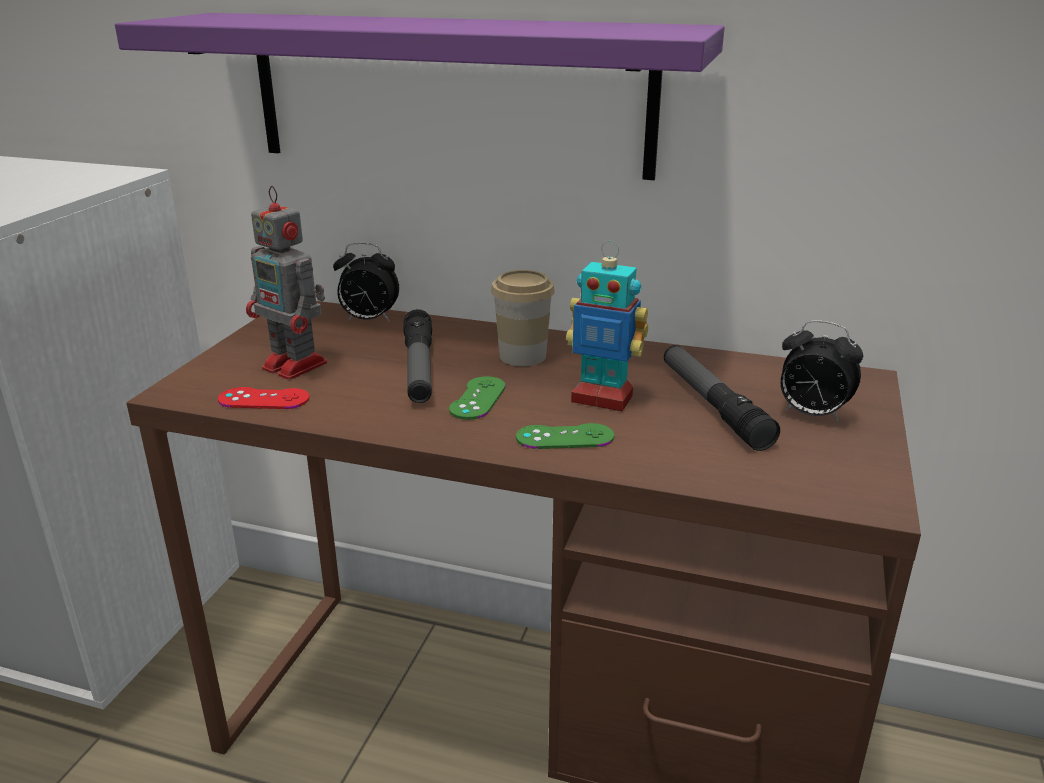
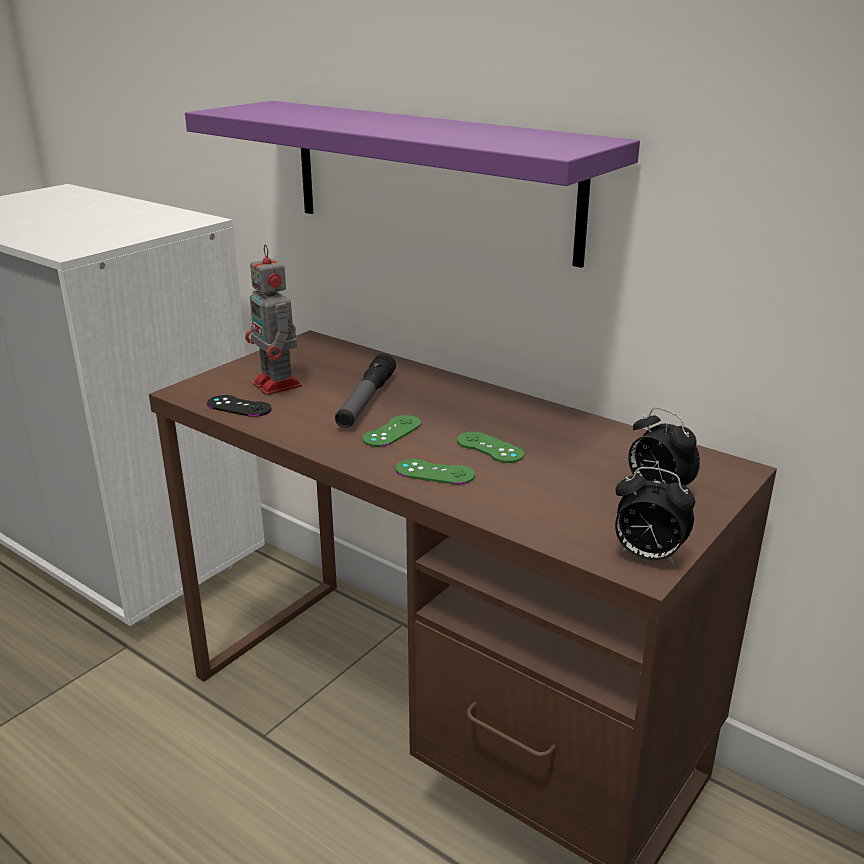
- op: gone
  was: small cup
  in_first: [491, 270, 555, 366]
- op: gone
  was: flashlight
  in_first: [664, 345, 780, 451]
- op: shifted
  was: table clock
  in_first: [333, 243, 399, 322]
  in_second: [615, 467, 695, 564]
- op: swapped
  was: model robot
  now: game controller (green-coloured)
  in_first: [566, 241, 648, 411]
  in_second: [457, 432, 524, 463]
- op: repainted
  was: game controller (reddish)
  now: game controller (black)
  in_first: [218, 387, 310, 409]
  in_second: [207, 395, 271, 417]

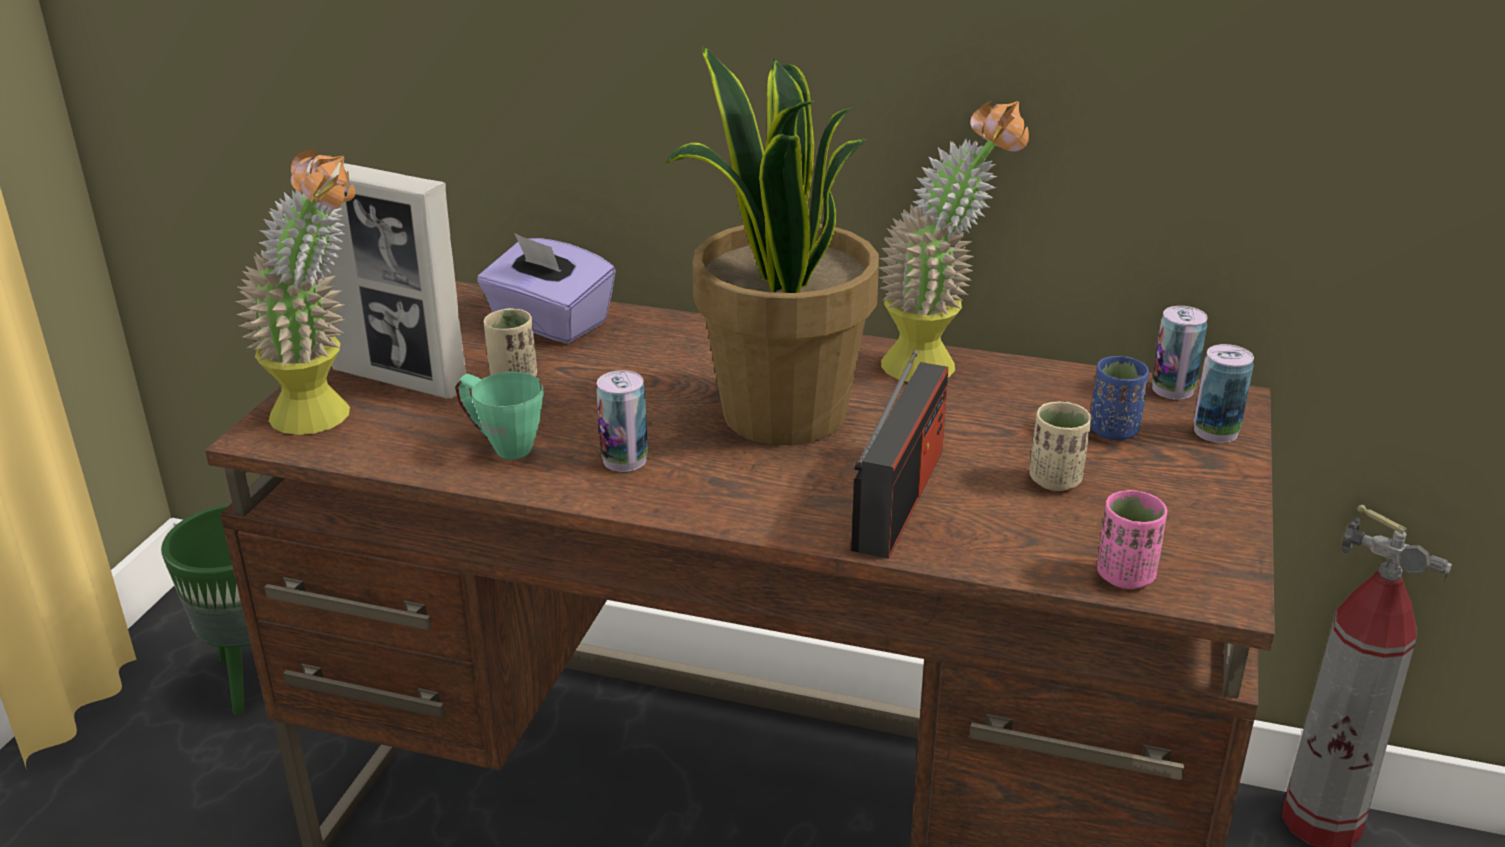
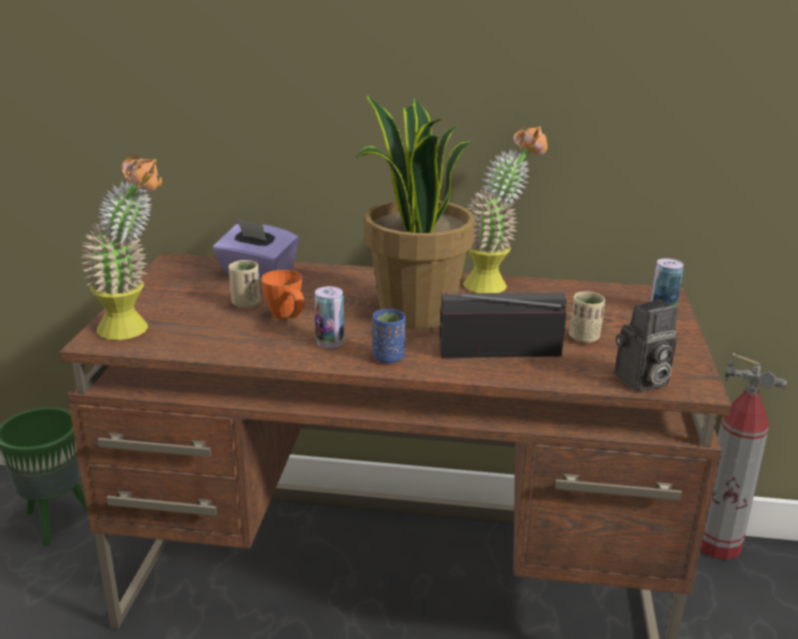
- op: gone
  was: standing frame
  in_first: [302, 159, 467, 399]
- op: gone
  was: coffee mug (green-coloured)
  in_first: [455, 372, 544, 459]
- op: gone
  was: can
  in_first: [1152, 306, 1208, 400]
- op: new
  now: coffee mug (orangey)
  in_second: [261, 270, 304, 320]
- op: shifted
  was: small cup (blue-coloured)
  in_first: [1090, 356, 1149, 441]
  in_second: [372, 309, 406, 363]
- op: swapped
  was: small cup (pink-coloured)
  now: still camera
  in_first: [1097, 490, 1167, 589]
  in_second: [615, 300, 678, 392]
- op: rotated
  was: radio
  in_first: [851, 349, 948, 559]
  in_second: [439, 292, 567, 358]
  clockwise: -105

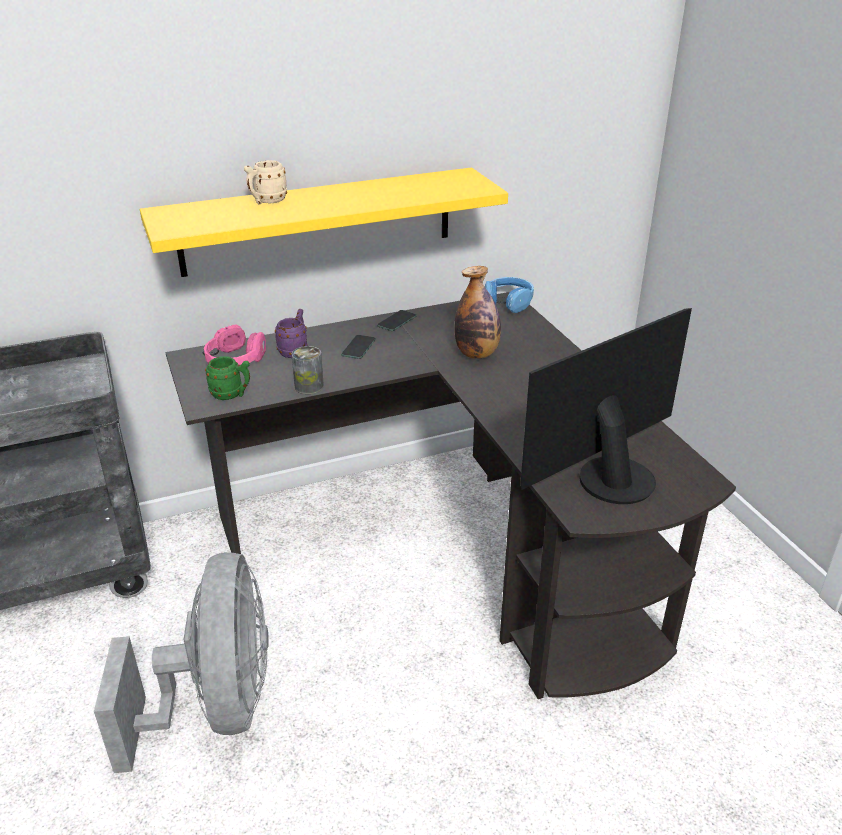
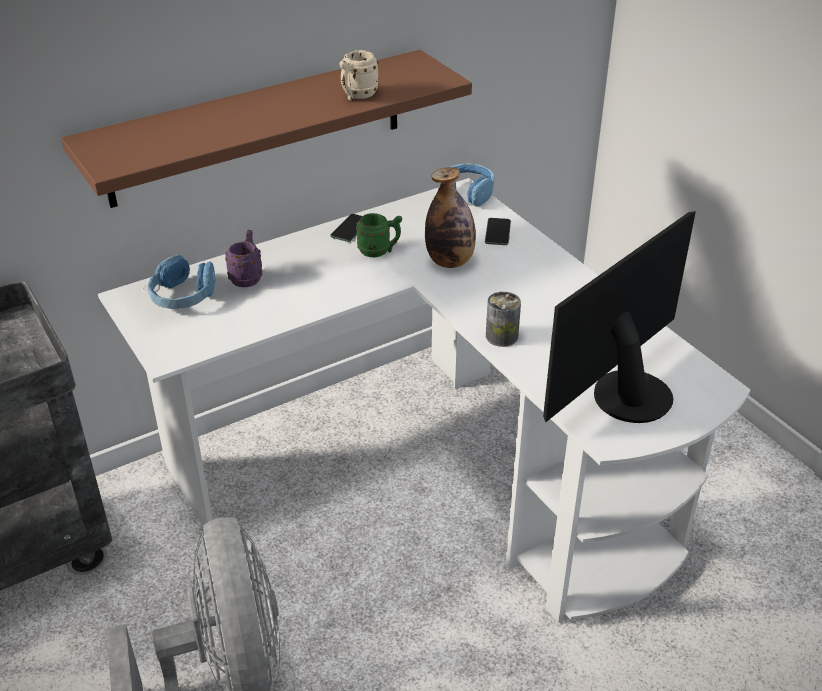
- op: shifted
  was: coffee mug (green-coloured)
  in_first: [205, 356, 250, 400]
  in_second: [356, 213, 402, 257]
- op: shifted
  was: coffee mug (beige)
  in_first: [244, 160, 287, 205]
  in_second: [339, 50, 379, 101]
- op: shifted
  was: can
  in_first: [292, 346, 324, 394]
  in_second: [486, 291, 521, 347]
- op: shifted
  was: handset
  in_first: [341, 335, 376, 359]
  in_second: [485, 218, 511, 245]
- op: repainted
  was: wall shelf (yellowish)
  now: wall shelf (brown-coloured)
  in_first: [140, 167, 508, 277]
  in_second: [61, 50, 472, 208]
- op: repainted
  was: desk (black)
  now: desk (whitish)
  in_first: [165, 292, 736, 699]
  in_second: [98, 178, 750, 623]
- op: repainted
  was: headphones (pink-coloured)
  now: headphones (blue-coloured)
  in_first: [204, 325, 266, 365]
  in_second: [148, 255, 216, 309]

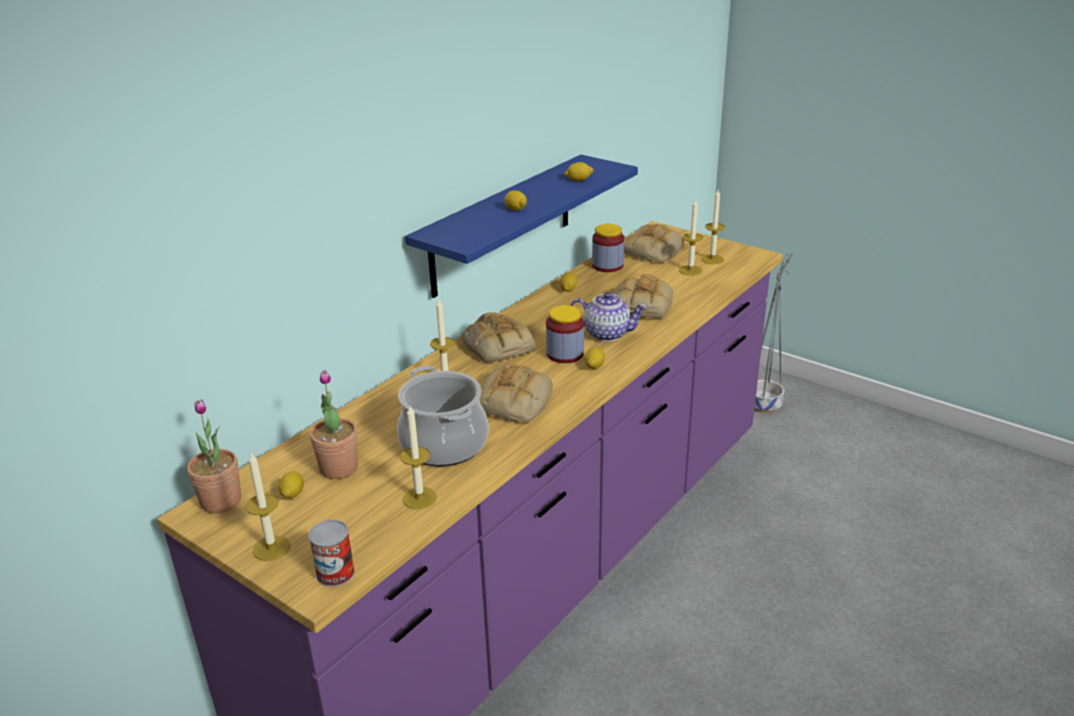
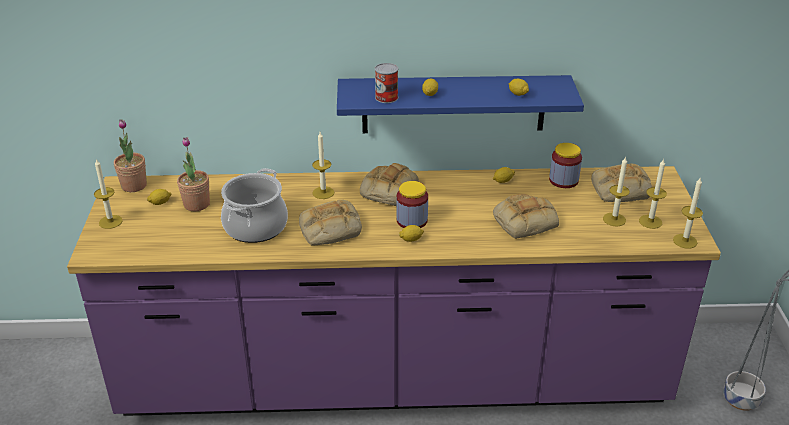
- op: gone
  was: teapot
  in_first: [570, 292, 647, 342]
- op: shifted
  was: can
  in_first: [309, 520, 355, 587]
  in_second: [375, 63, 398, 103]
- op: shifted
  was: wax light
  in_first: [400, 404, 437, 509]
  in_second: [673, 177, 703, 249]

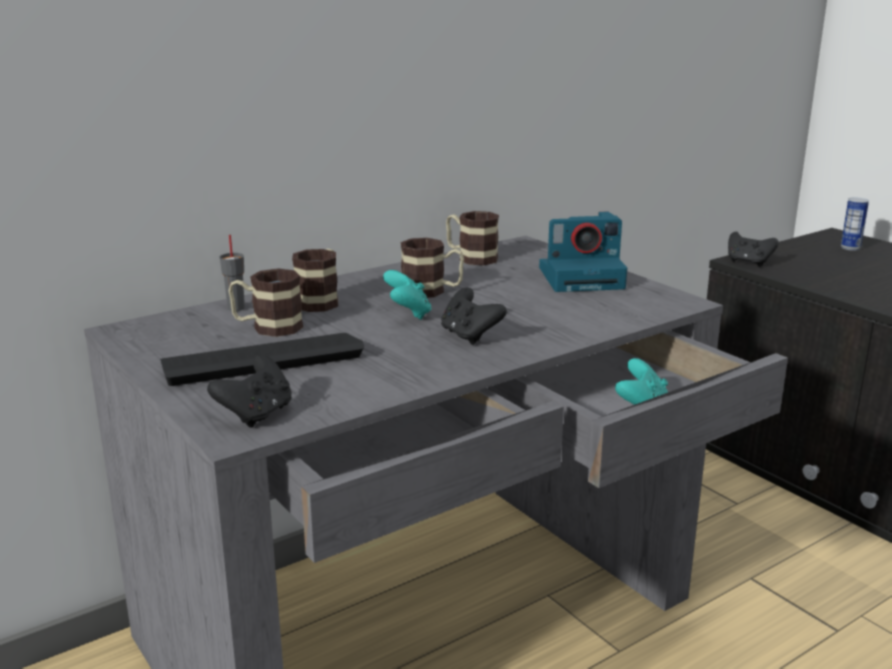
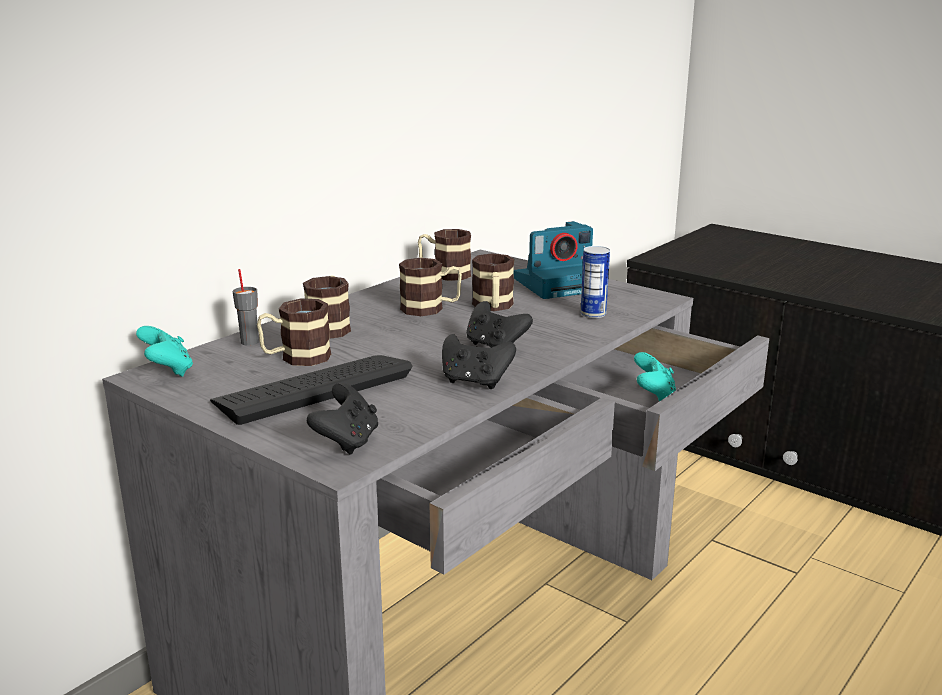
- op: new
  now: coffee mug
  in_second: [472, 253, 515, 311]
- op: shifted
  was: game controller (blue-green)
  in_first: [383, 270, 432, 320]
  in_second: [136, 326, 193, 377]
- op: shifted
  was: game controller (black)
  in_first: [728, 232, 779, 267]
  in_second: [442, 334, 516, 389]
- op: shifted
  was: can
  in_first: [841, 198, 869, 251]
  in_second: [581, 246, 610, 318]

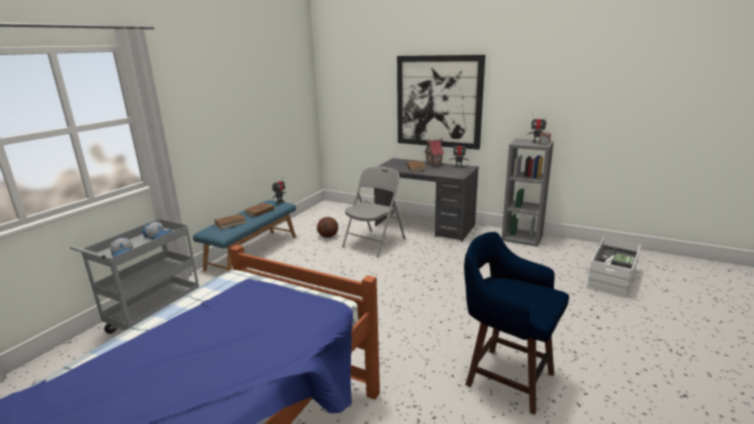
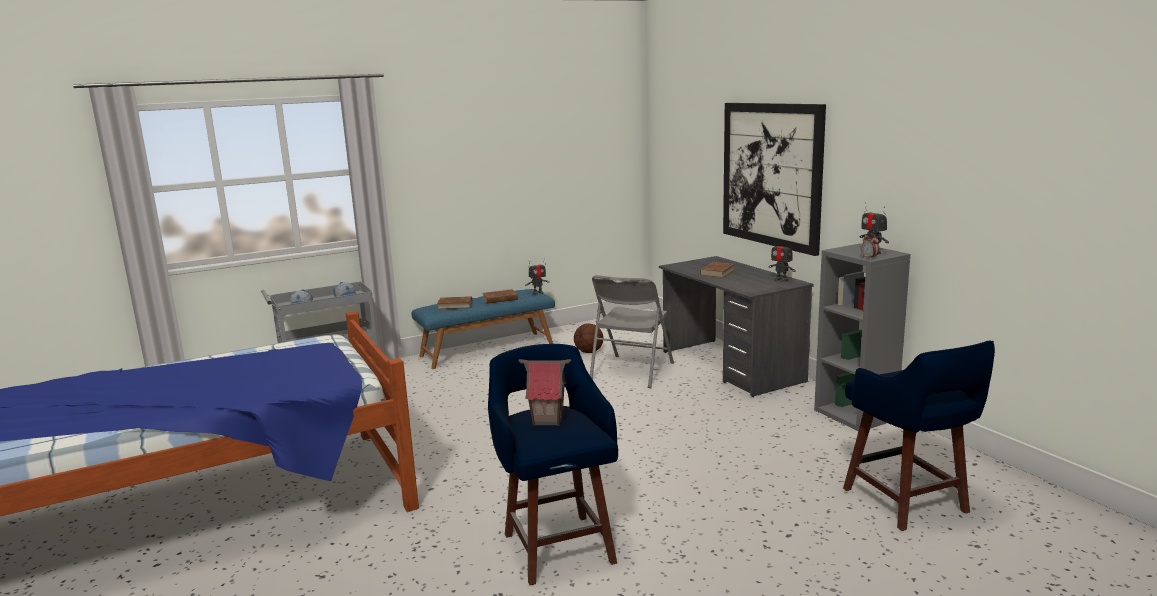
- op: shifted
  was: model house
  in_first: [424, 138, 444, 167]
  in_second: [518, 359, 571, 426]
- op: swapped
  was: storage container (whitish)
  now: sitting stool (blue-coloured)
  in_first: [587, 238, 641, 298]
  in_second: [843, 341, 995, 531]
- op: rotated
  was: chair (gray)
  in_first: [342, 167, 406, 258]
  in_second: [590, 275, 674, 388]
  clockwise: 135

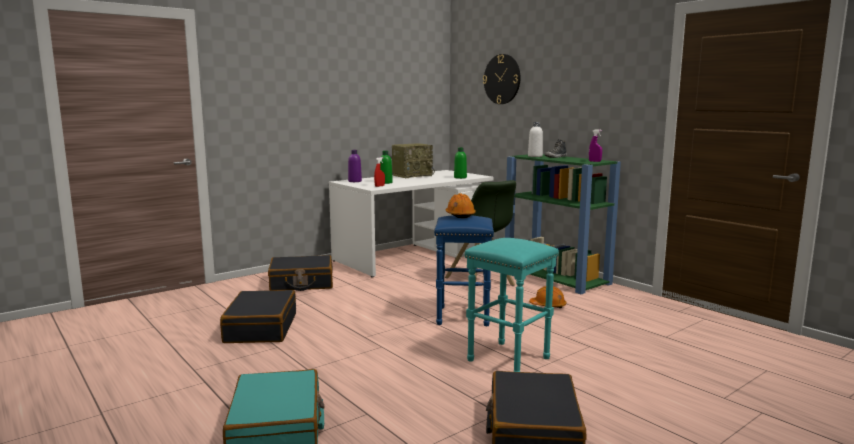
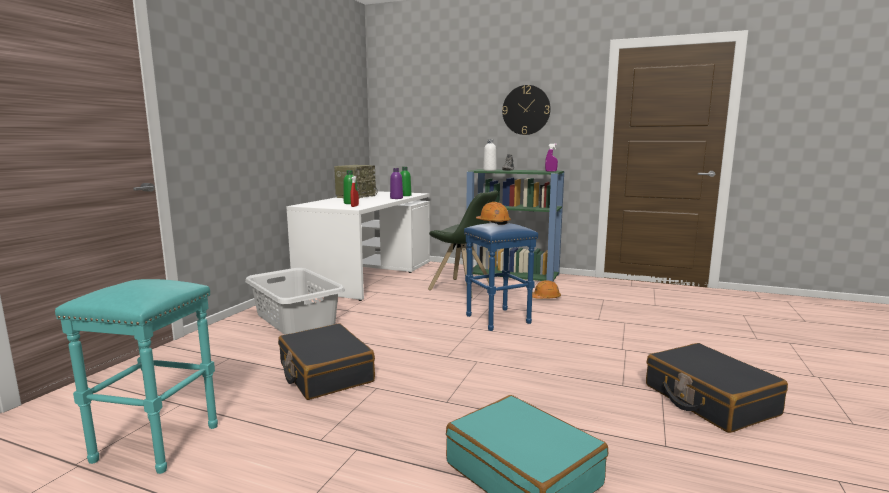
- op: shifted
  was: beverage bottle (purple-coloured)
  in_first: [348, 150, 362, 182]
  in_second: [390, 168, 403, 199]
- op: shifted
  was: sitting stool (blue-green)
  in_first: [465, 238, 559, 372]
  in_second: [55, 279, 218, 474]
- op: shifted
  was: wall clock
  in_first: [483, 54, 520, 104]
  in_second: [502, 85, 551, 135]
- op: swapped
  was: suitcase (black)
  now: laundry basket (gray)
  in_first: [268, 255, 333, 291]
  in_second: [245, 268, 345, 335]

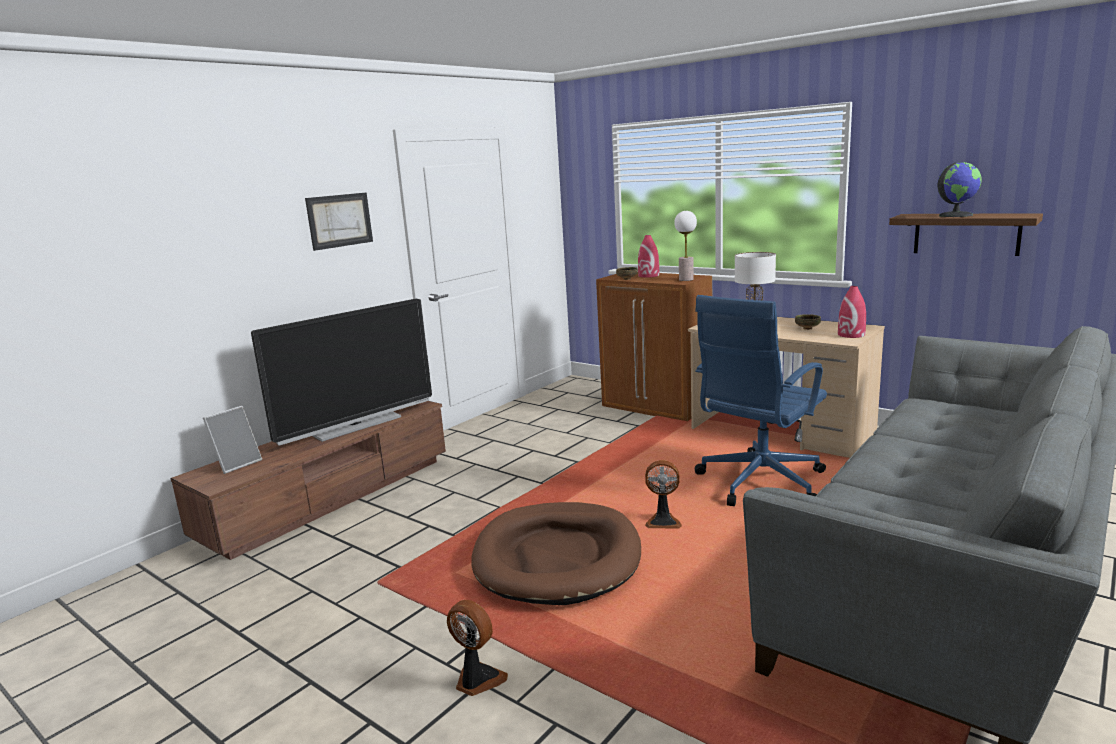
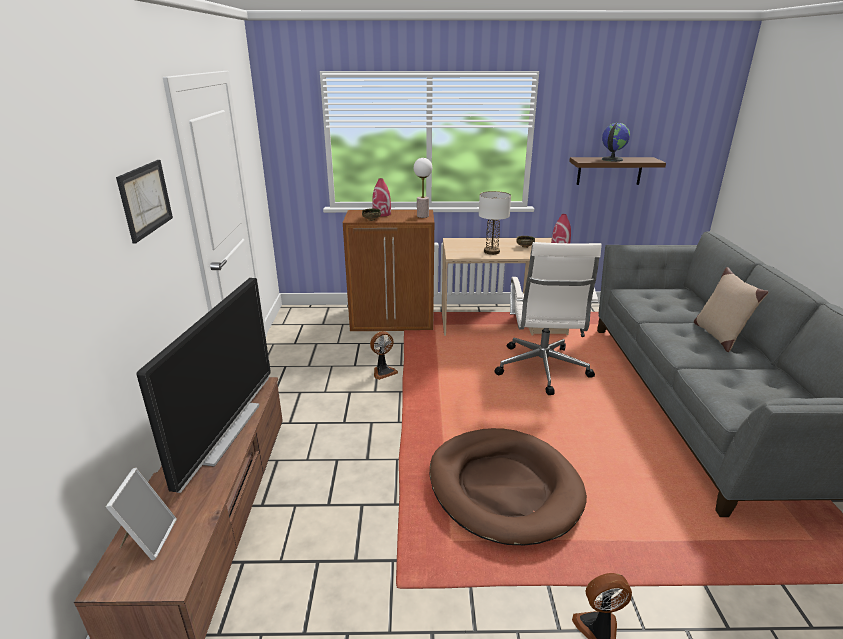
- op: new
  now: cushion (beige)
  in_second: [694, 267, 768, 352]
- op: shifted
  was: fan
  in_first: [645, 460, 682, 529]
  in_second: [370, 331, 398, 380]
- op: repainted
  was: desk chair (blue-coloured)
  now: desk chair (whitish)
  in_first: [695, 295, 827, 506]
  in_second: [494, 242, 602, 395]

